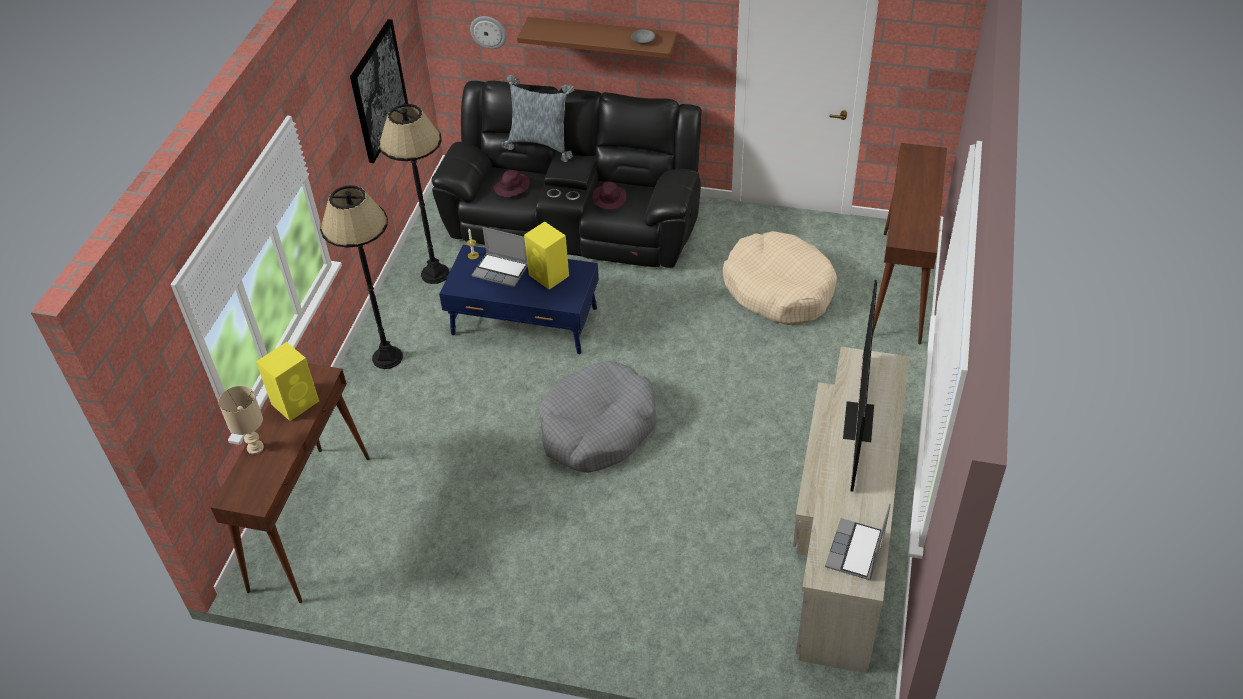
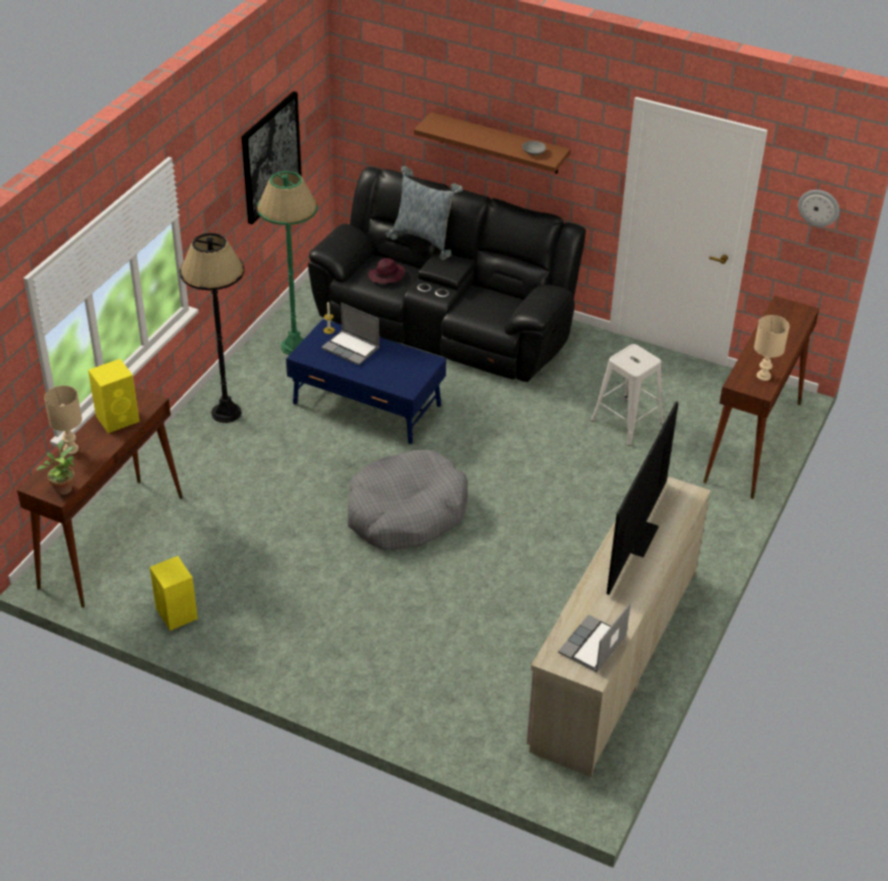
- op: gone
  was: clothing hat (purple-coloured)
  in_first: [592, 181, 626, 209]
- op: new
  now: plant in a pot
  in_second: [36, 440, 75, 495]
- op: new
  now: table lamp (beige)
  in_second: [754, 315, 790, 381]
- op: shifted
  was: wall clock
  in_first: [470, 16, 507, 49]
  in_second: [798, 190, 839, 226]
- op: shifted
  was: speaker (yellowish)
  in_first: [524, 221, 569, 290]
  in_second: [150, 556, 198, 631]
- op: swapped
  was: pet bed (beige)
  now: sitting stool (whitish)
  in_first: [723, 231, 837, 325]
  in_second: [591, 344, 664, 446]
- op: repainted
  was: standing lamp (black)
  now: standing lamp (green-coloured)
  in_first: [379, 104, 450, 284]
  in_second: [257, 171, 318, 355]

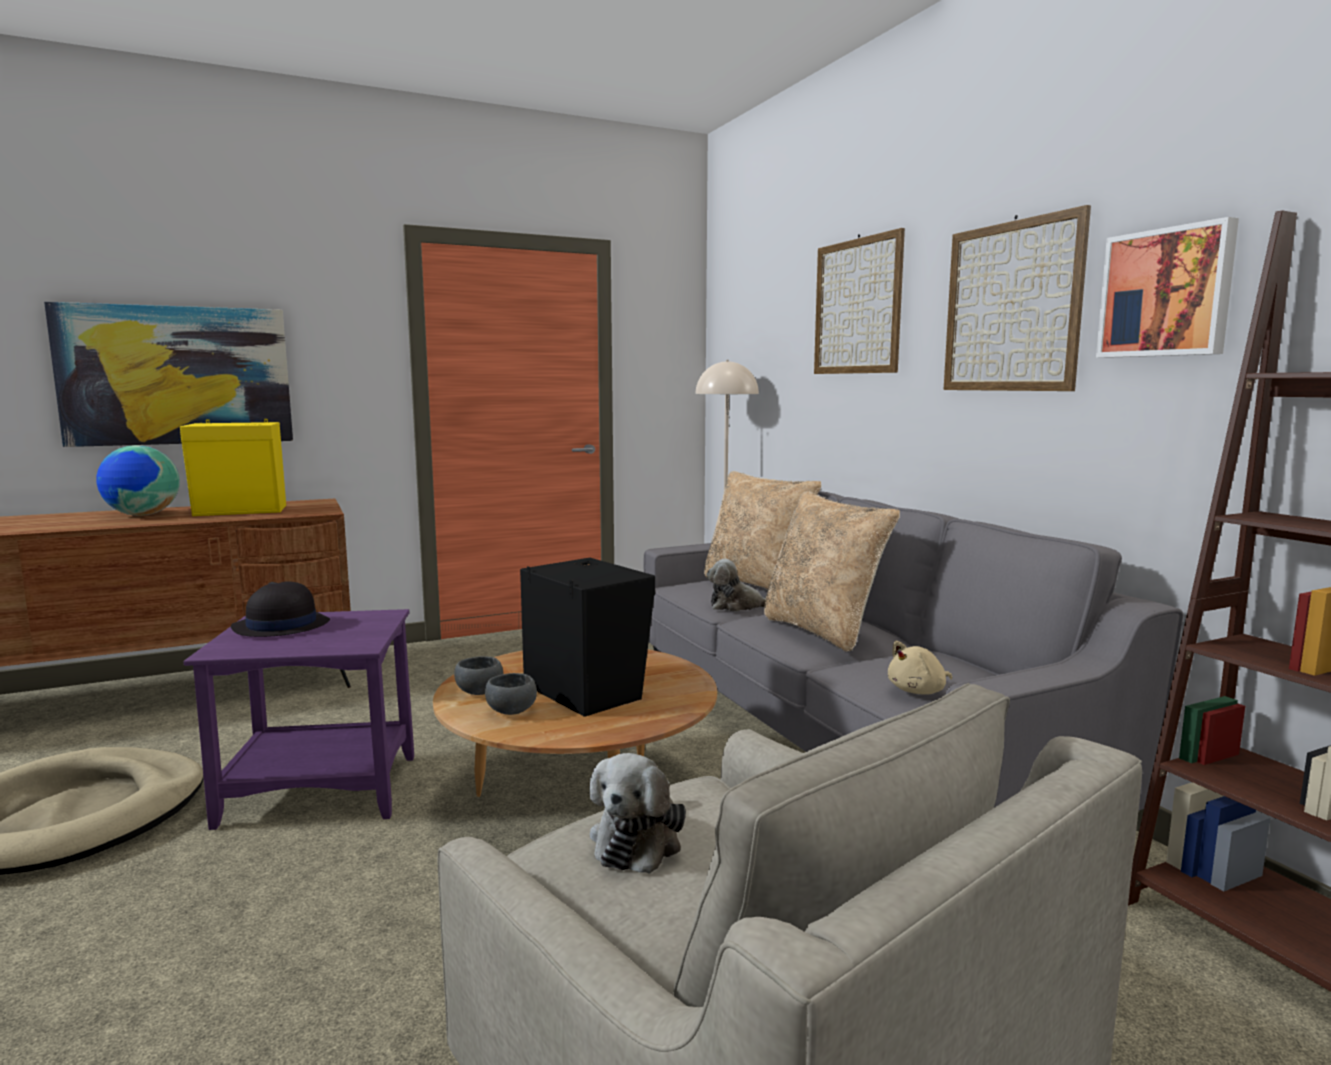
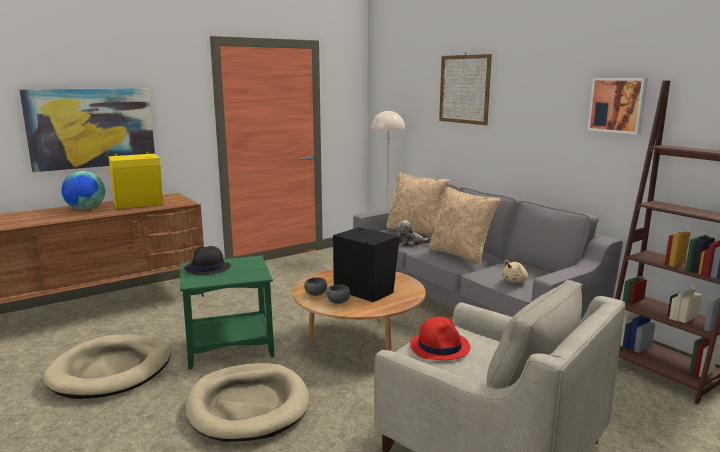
- op: gone
  was: picture
  in_first: [944, 205, 1091, 391]
- op: new
  now: pet bed (beige)
  in_second: [186, 363, 309, 442]
- op: swapped
  was: cuddly toy
  now: clothing hat (reddish)
  in_first: [590, 753, 686, 874]
  in_second: [410, 316, 470, 360]
- op: repainted
  was: accent table (purple-coloured)
  now: accent table (green-coloured)
  in_first: [184, 609, 414, 830]
  in_second: [180, 256, 274, 369]

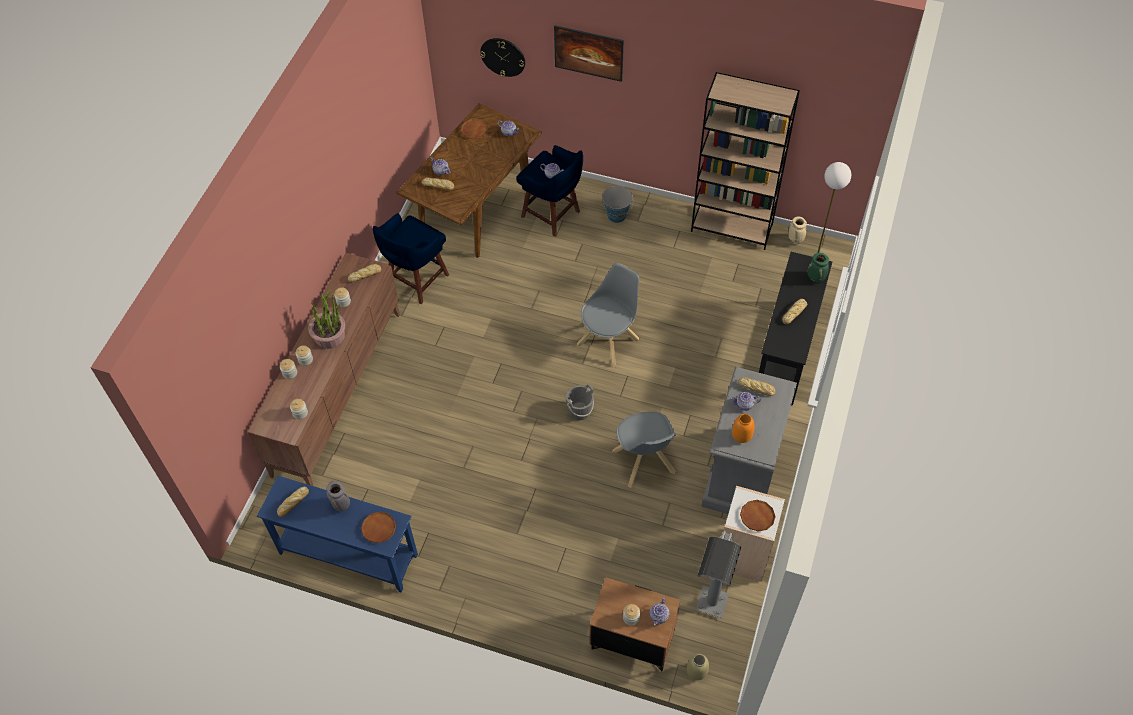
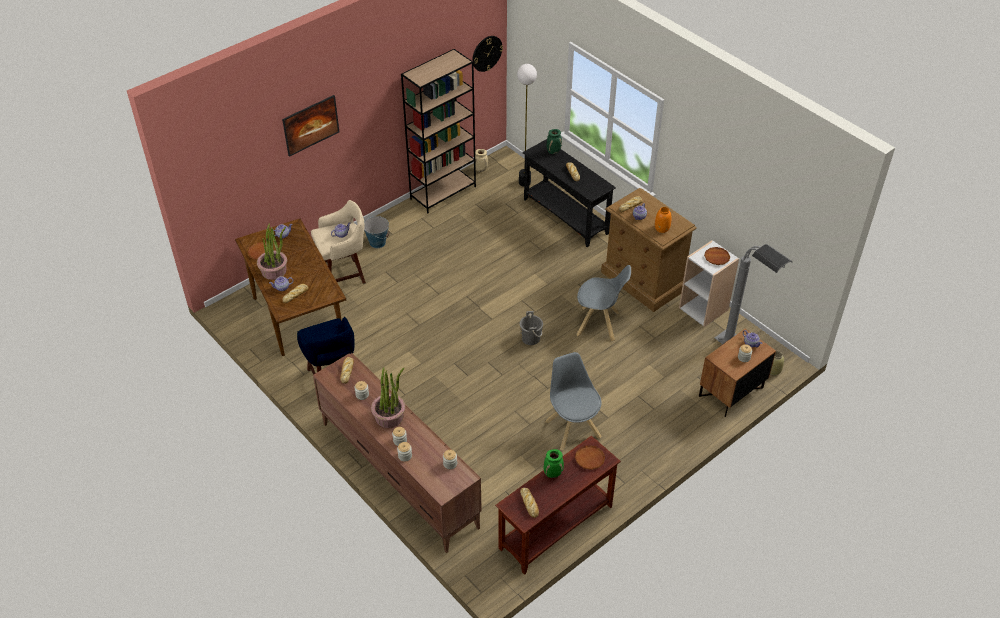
- op: new
  now: plant in a pot
  in_second: [257, 224, 287, 280]
- op: shifted
  was: wall clock
  in_first: [480, 38, 525, 77]
  in_second: [472, 36, 503, 72]
- op: shifted
  was: chair (gray)
  in_first: [577, 263, 640, 368]
  in_second: [545, 352, 602, 451]
- op: repainted
  was: hall table (blue-coloured)
  now: hall table (brown-coloured)
  in_first: [257, 476, 418, 593]
  in_second: [495, 436, 621, 575]
- op: repainted
  was: flower vase (gray)
  now: flower vase (green-coloured)
  in_first: [326, 481, 350, 512]
  in_second: [544, 449, 564, 478]
- op: repainted
  was: sitting stool (blue-coloured)
  now: sitting stool (beige)
  in_first: [516, 145, 583, 237]
  in_second: [311, 200, 366, 284]
- op: repainted
  was: dresser (gray)
  now: dresser (brown-coloured)
  in_first: [701, 367, 797, 514]
  in_second: [601, 188, 697, 312]

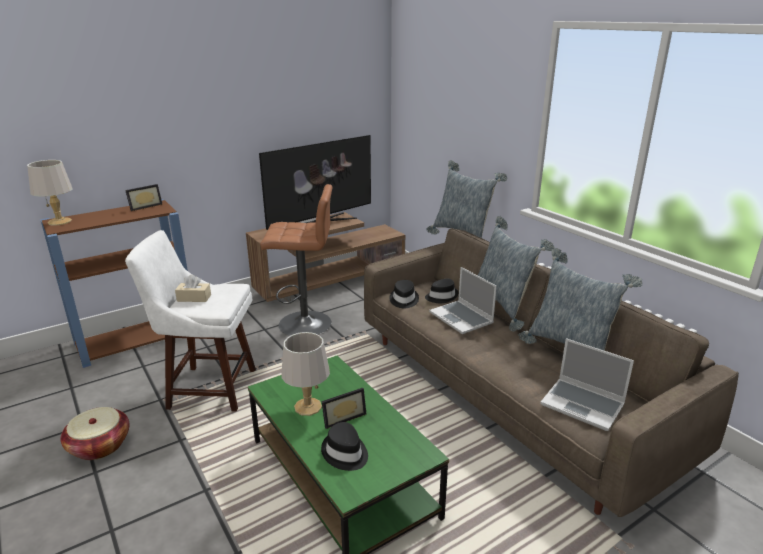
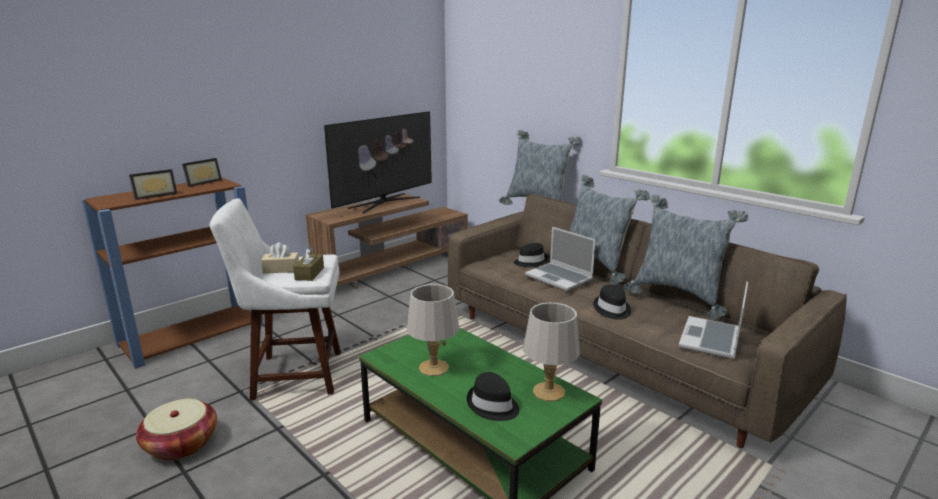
- op: gone
  was: sitting stool (brown-coloured)
  in_first: [260, 184, 332, 336]
- op: new
  now: box of tissues (brown-coloured)
  in_second: [293, 247, 324, 281]
- op: shifted
  was: table lamp (gray)
  in_first: [27, 160, 73, 226]
  in_second: [523, 302, 580, 401]
- op: shifted
  was: standing frame
  in_first: [322, 388, 366, 429]
  in_second: [129, 169, 178, 200]
- op: shifted
  was: clothing hat (black)
  in_first: [389, 280, 419, 308]
  in_second: [593, 285, 631, 320]
- op: rotated
  was: notebook computer
  in_first: [540, 338, 634, 431]
  in_second: [679, 282, 748, 359]
  clockwise: 90

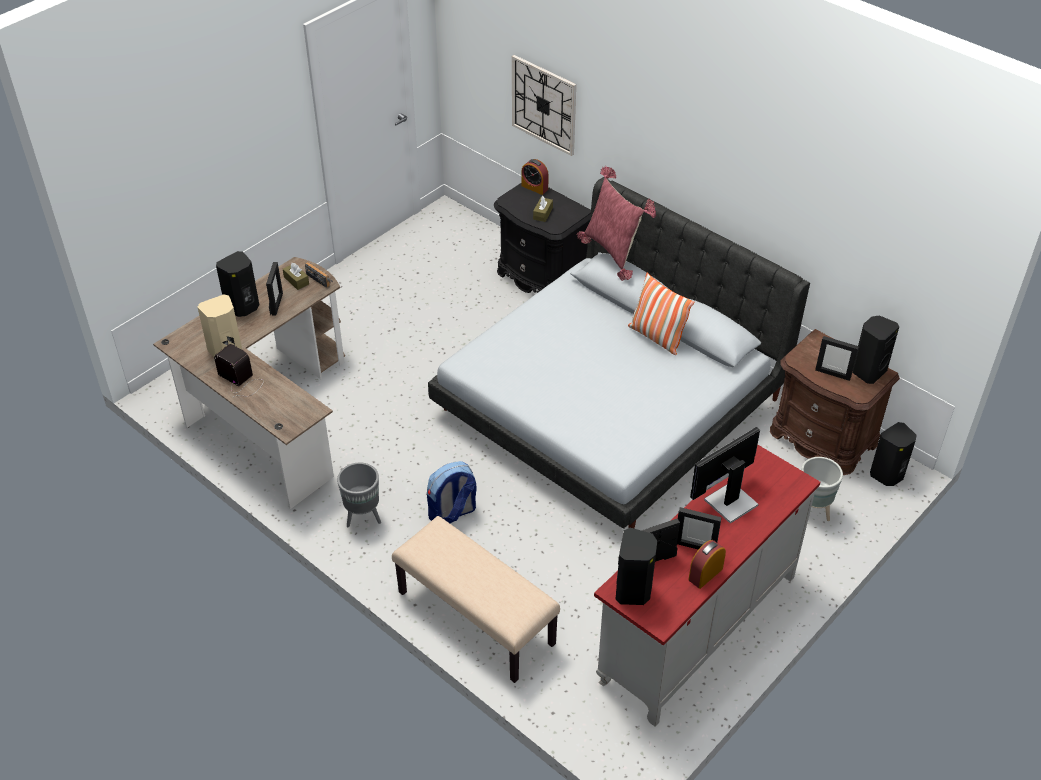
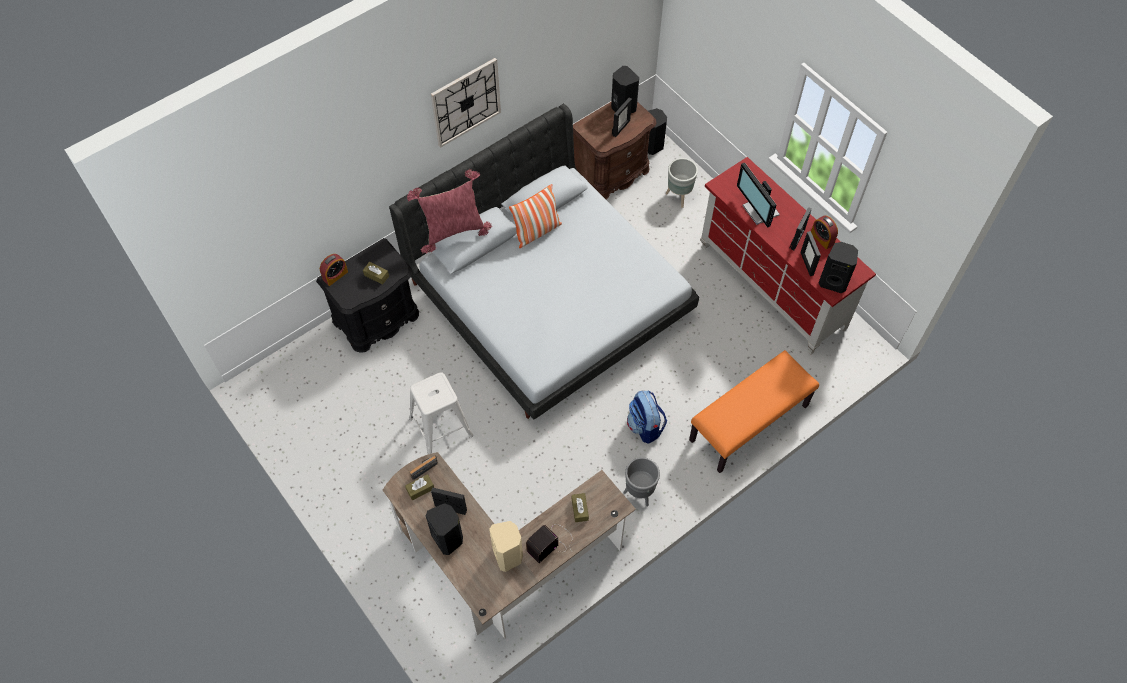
- op: new
  now: sitting stool (whitish)
  in_second: [409, 372, 473, 455]
- op: new
  now: box of tissues (brown-coloured)
  in_second: [572, 493, 589, 522]
- op: shifted
  was: wall clock
  in_first: [512, 55, 576, 156]
  in_second: [431, 58, 501, 148]
- op: repainted
  was: indoor bench (beige)
  now: indoor bench (orangey)
  in_first: [392, 516, 560, 683]
  in_second: [689, 350, 819, 473]

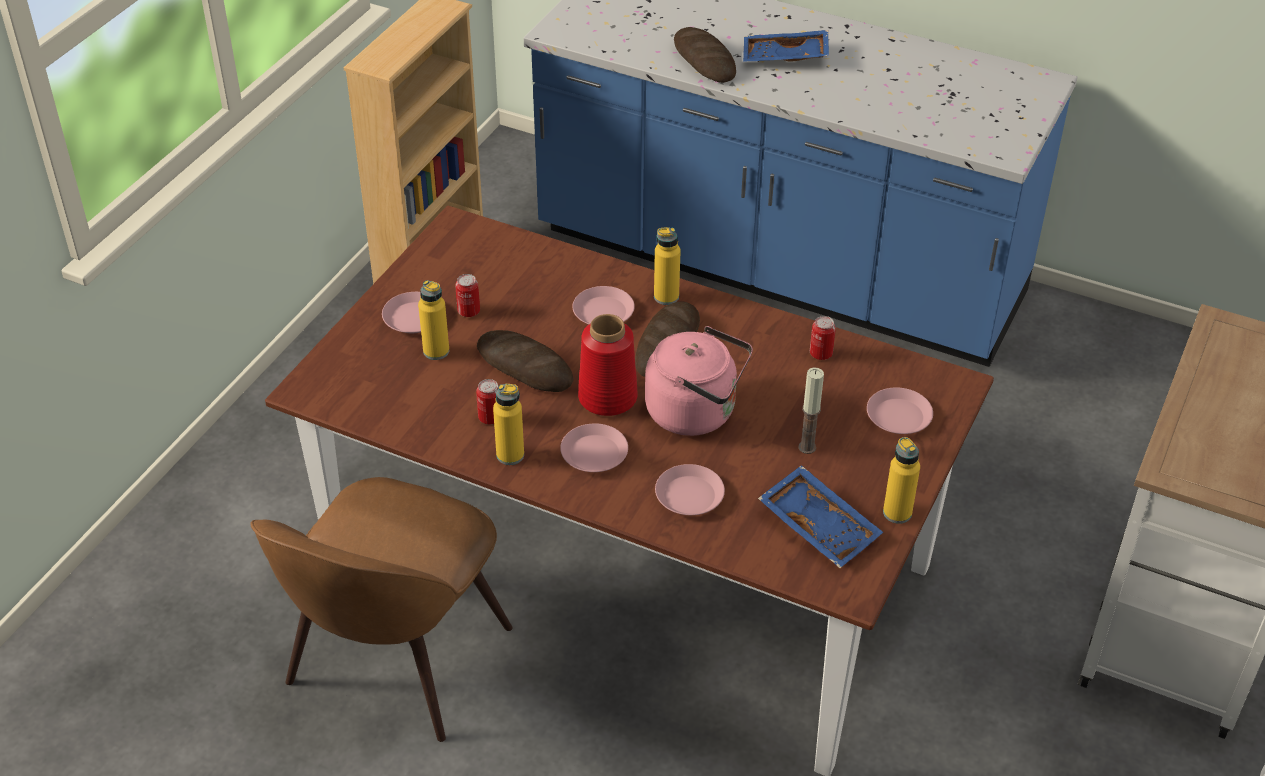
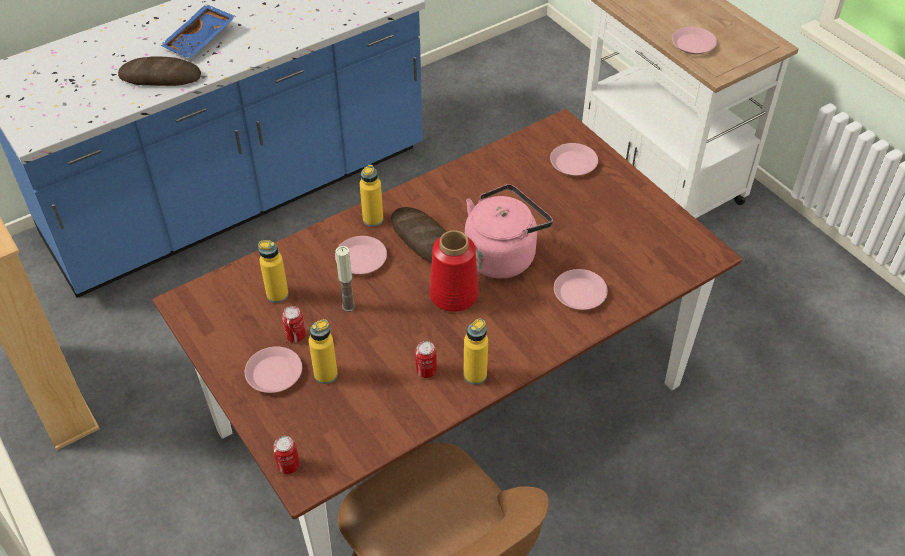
- op: gone
  was: bread
  in_first: [477, 330, 573, 392]
- op: gone
  was: carrying tray (blue-coloured)
  in_first: [758, 465, 883, 568]
- op: shifted
  was: plate (pink-coloured)
  in_first: [560, 423, 628, 472]
  in_second: [672, 27, 717, 55]
- op: shifted
  was: wax light
  in_first: [798, 368, 824, 454]
  in_second: [335, 246, 356, 312]
- op: shifted
  was: can
  in_first: [810, 316, 836, 360]
  in_second: [273, 436, 299, 474]
- op: shifted
  was: beverage bottle (yellowish)
  in_first: [883, 437, 920, 524]
  in_second: [258, 240, 289, 303]

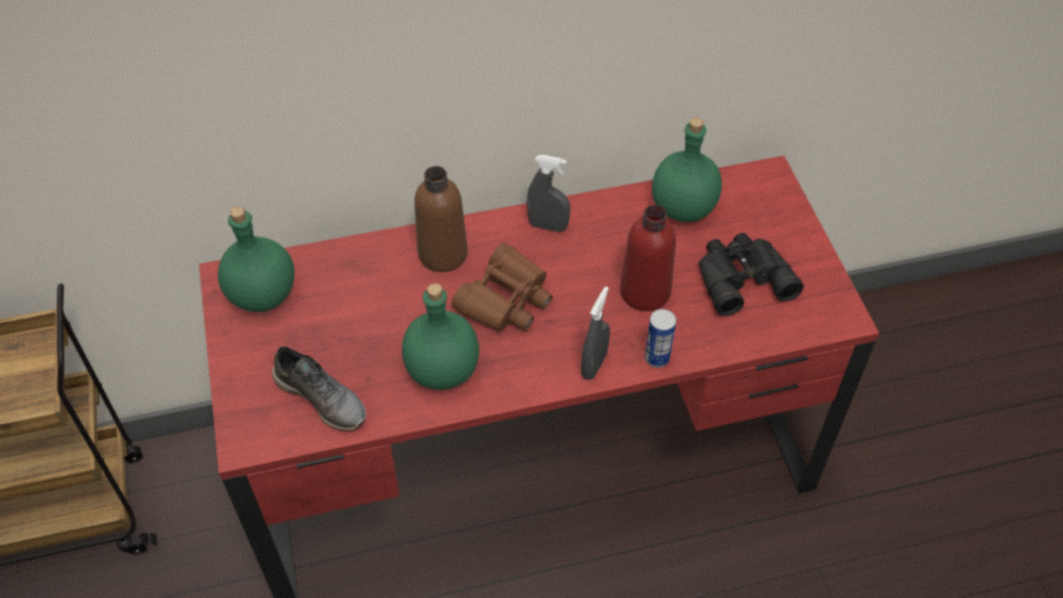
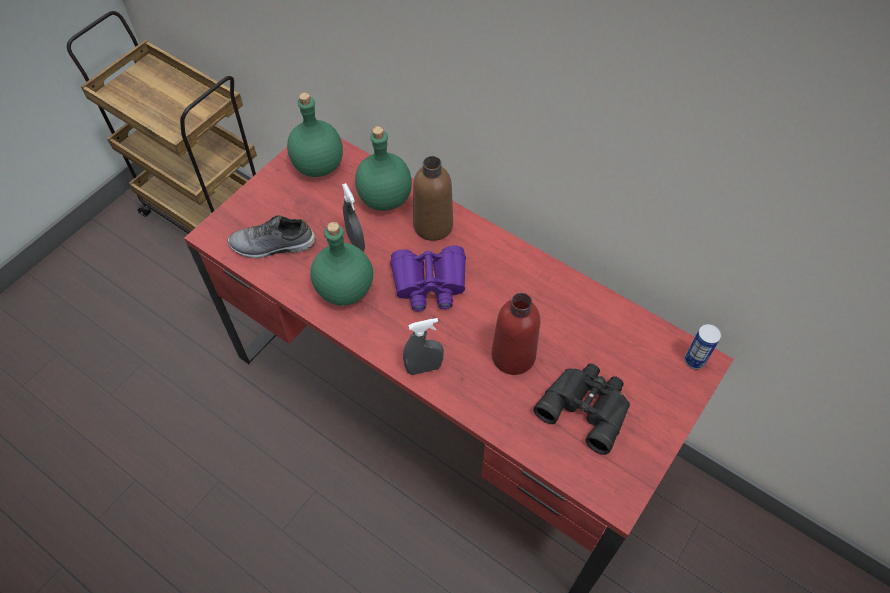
- op: shifted
  was: spray bottle (gray)
  in_first: [527, 155, 570, 232]
  in_second: [342, 183, 365, 251]
- op: shifted
  was: can
  in_first: [645, 309, 676, 368]
  in_second: [684, 324, 721, 369]
- op: shifted
  was: beverage bottle (green-coloured)
  in_first: [652, 117, 722, 222]
  in_second: [355, 126, 412, 211]
- op: repainted
  was: pair of binoculars (brown-coloured)
  now: pair of binoculars (purple-coloured)
  in_first: [451, 243, 553, 332]
  in_second: [390, 246, 466, 311]
- op: rotated
  was: item of footwear (gray)
  in_first: [272, 346, 366, 431]
  in_second: [228, 215, 316, 258]
  clockwise: 90

